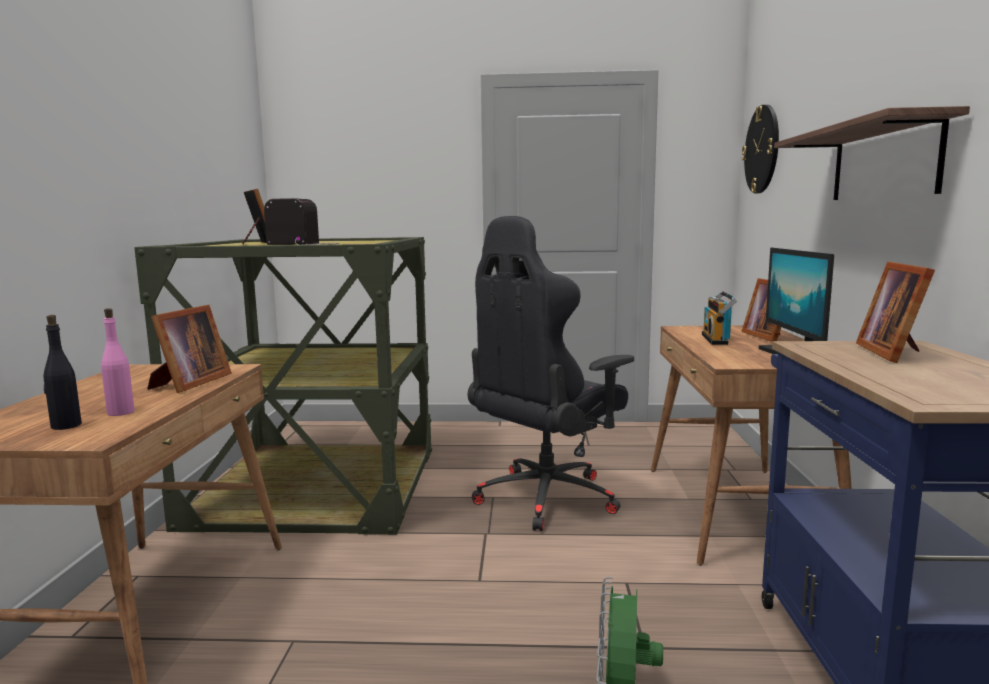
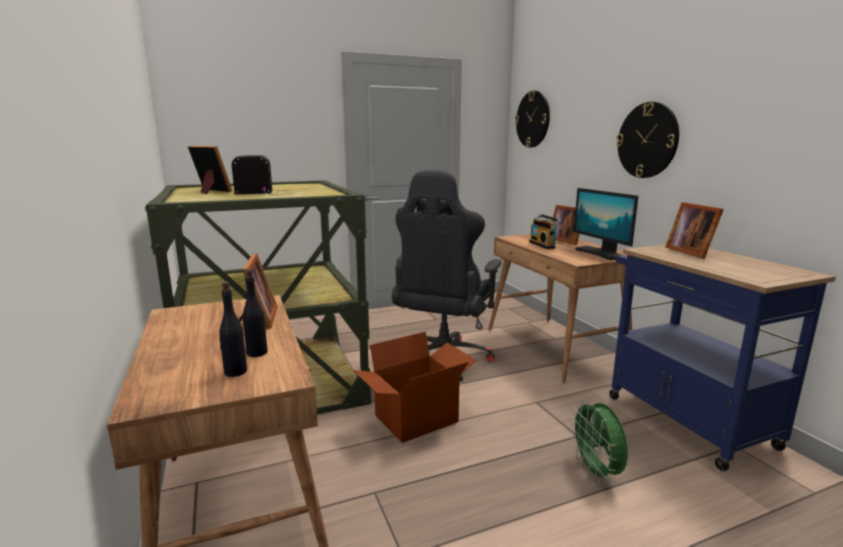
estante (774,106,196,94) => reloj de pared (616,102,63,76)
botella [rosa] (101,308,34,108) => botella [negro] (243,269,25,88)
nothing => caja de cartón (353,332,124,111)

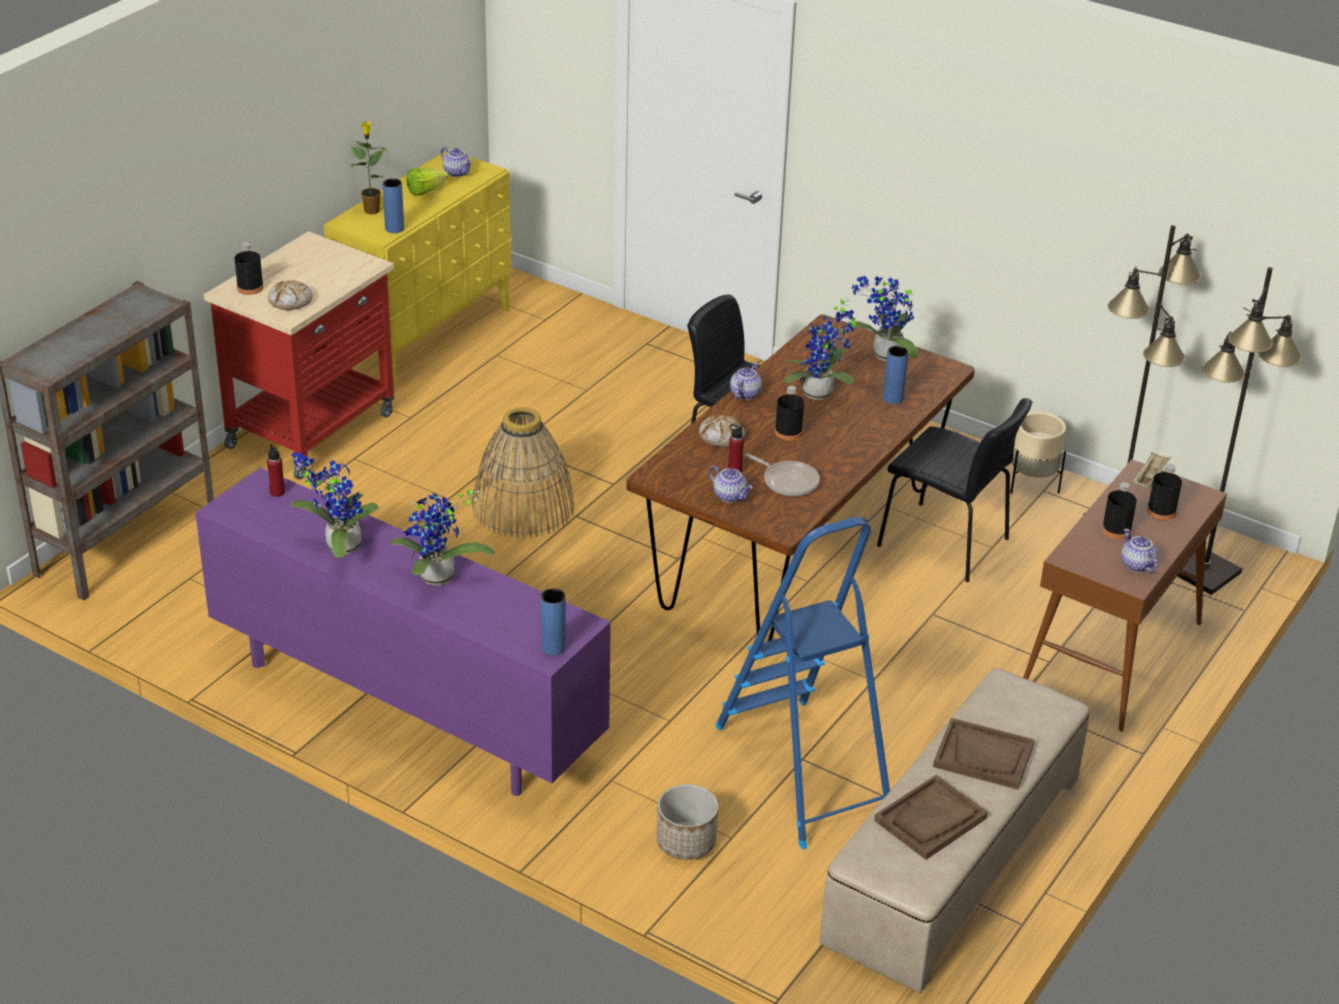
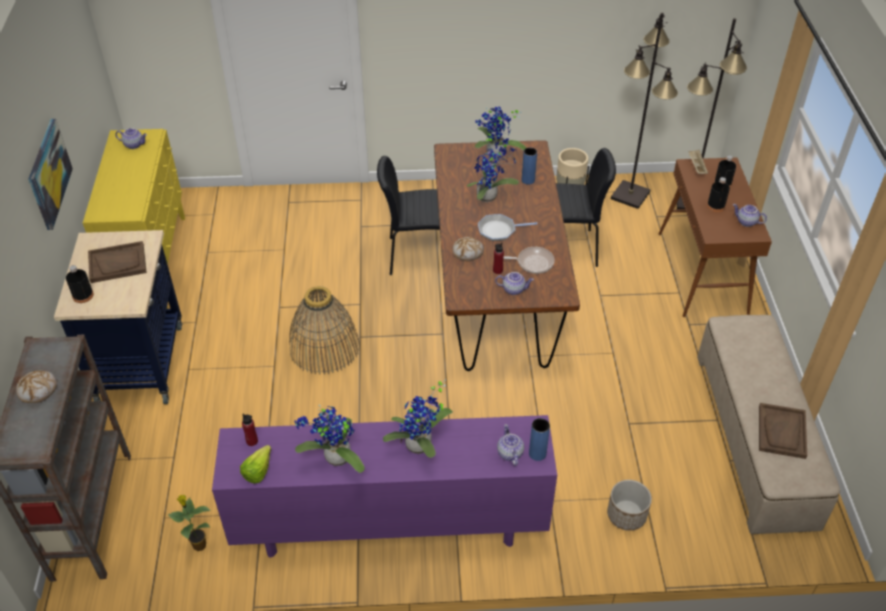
planta en maceta (350,122,38,93) => planta en maceta (168,495,43,56), moved
lechuga (407,168,41,28) => lechuga (240,445,31,39), moved
florero [azul] (383,178,21,55) => nothing
carrito [rojo] (204,231,190,249) => carrito [azul] (54,230,128,174)
pan (268,280,44,30) => pan (16,371,41,32), moved
tetera (730,362,32,38) => tetera (497,424,27,42), moved
botella [negro] (775,386,29,55) => sartén (478,214,59,27)
escalera de tijera [azul] (716,517,174,332) => nothing
bandeja [marrón] (933,718,102,72) => bandeja [marrón] (88,241,59,42), moved
nothing => cuadro (28,119,45,111)

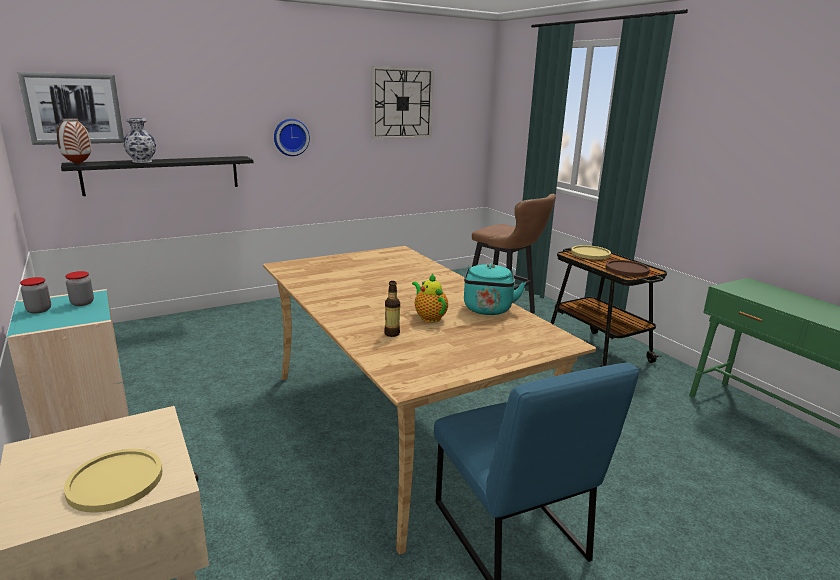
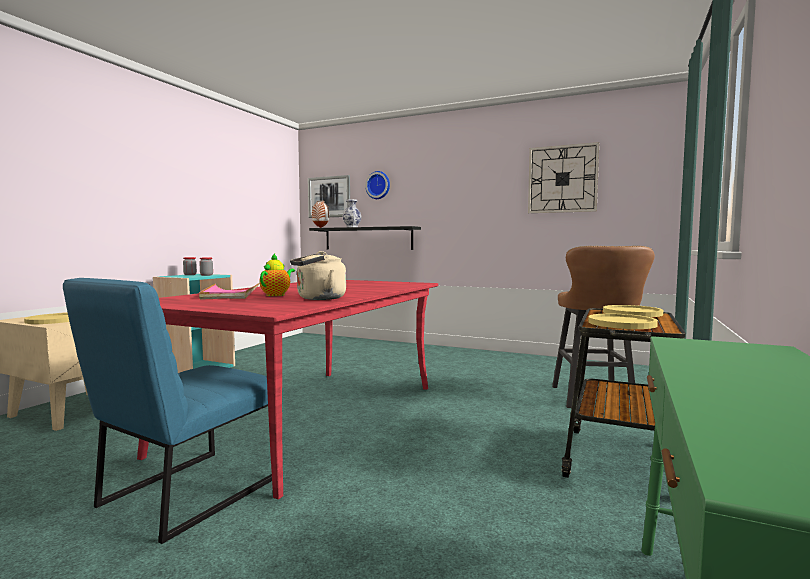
reloj de pared (274,119,36,37) => reloj de pared (365,171,25,28), moved
mesa de comedor [beis] (263,246,333,309) => mesa de comedor [rojo] (137,280,301,220)
plato [marrón] (605,260,45,17) => plato [amarillo] (588,314,70,15)
hervidor [turquesa] (464,263,62,52) => hervidor [beis] (290,251,56,49)
botella (384,281,16,56) => bandeja [rosa] (199,283,60,16)

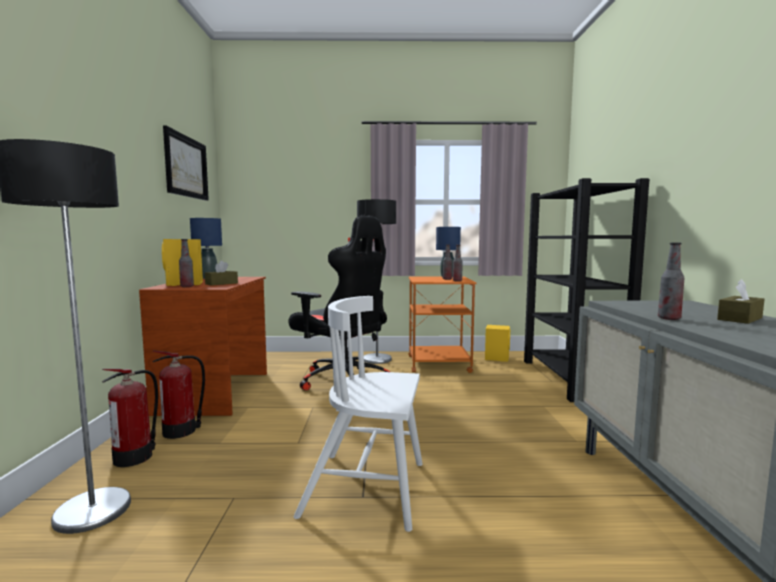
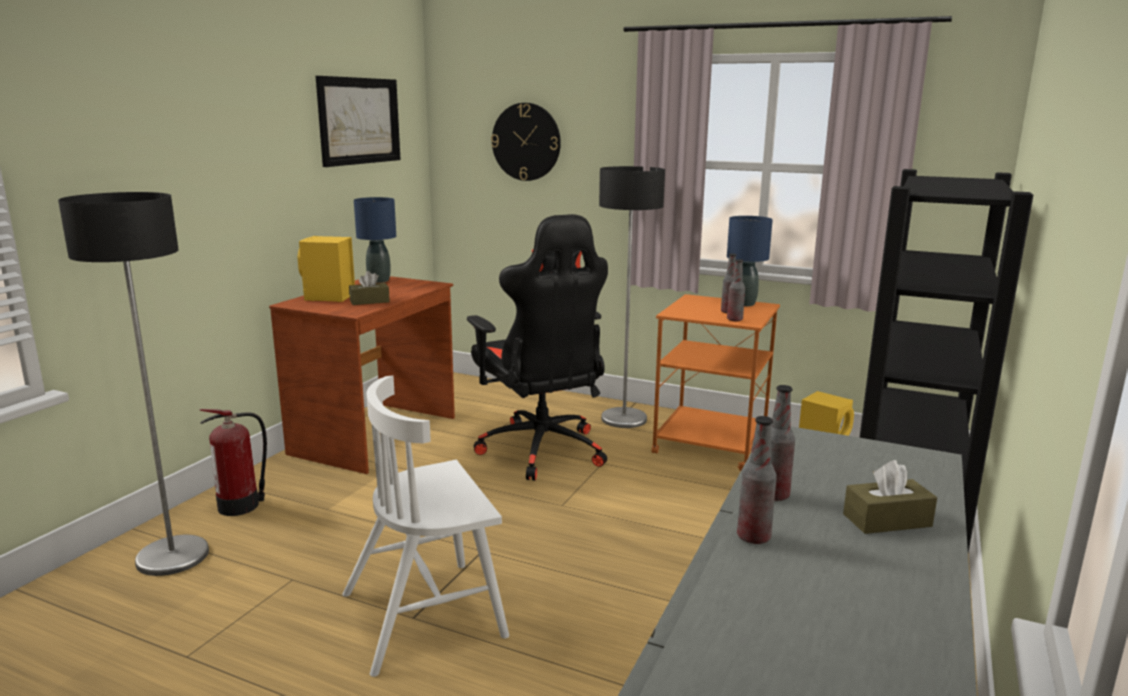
botella (179,239,15,48) => botella (737,416,40,128), moved
silla [blanco] (294,296,129,236) => silla [blanco] (342,376,167,301), 60 degrees counterclockwise
extintor (152,351,53,88) => nothing
nothing => reloj de pared (491,103,70,78)

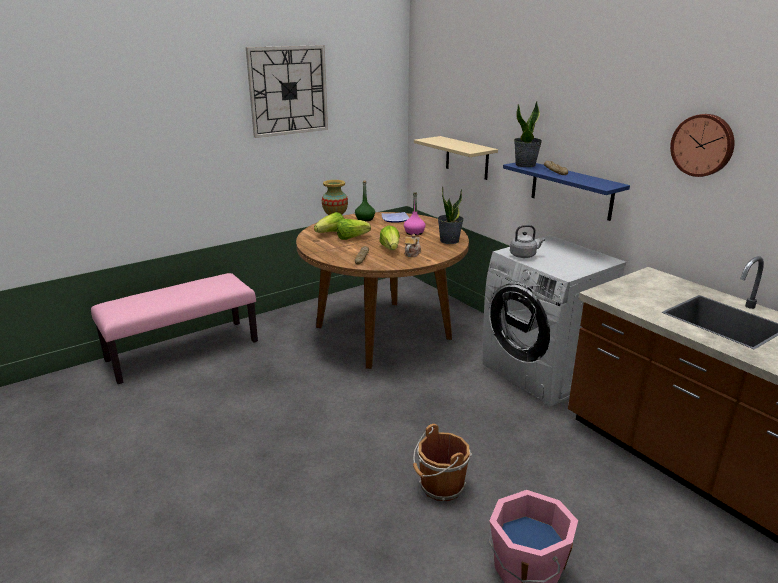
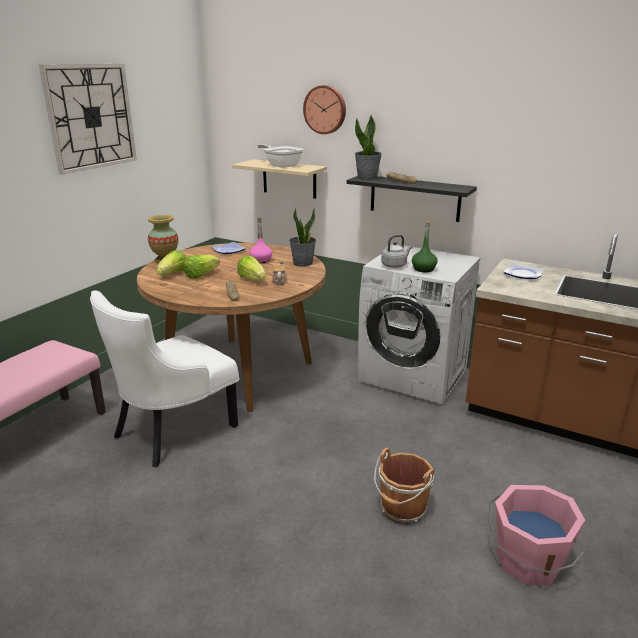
reloj de pared (670,114,65,63) => reloj de pared (303,85,43,49), moved
estante [azul] (503,162,127,59) => estante [negro] (346,176,131,46)
botella [verde] (355,181,20,40) => botella [verde] (412,221,26,51), moved
nothing => sartén (258,144,46,24)
nothing => plato (504,263,39,16)
nothing => silla [blanco] (90,291,150,176)

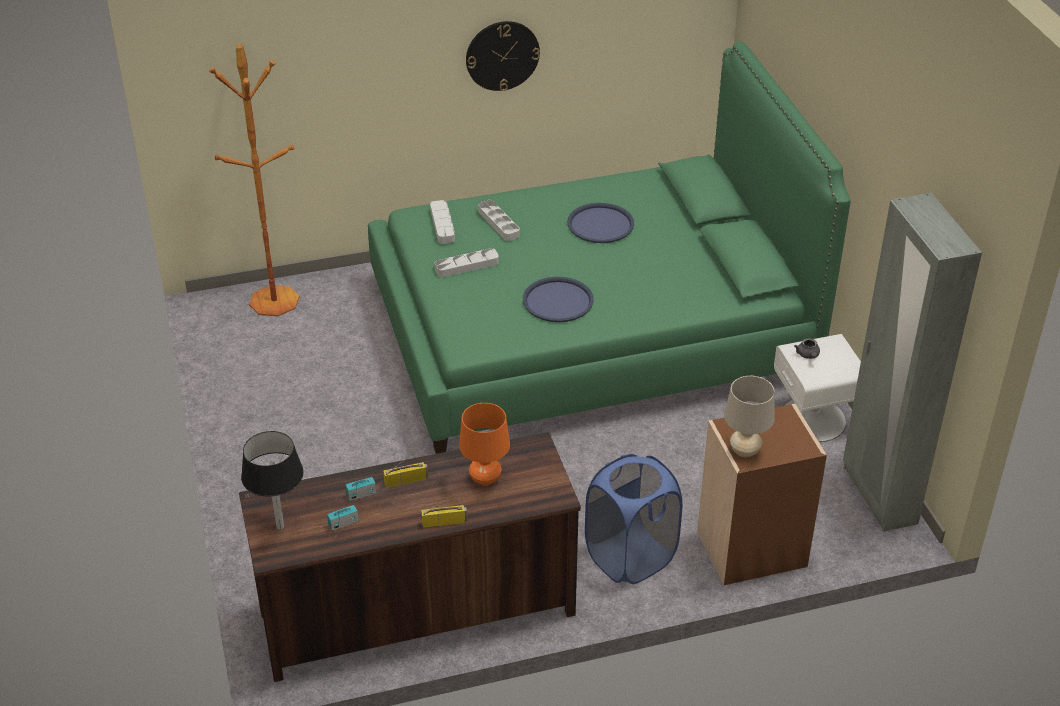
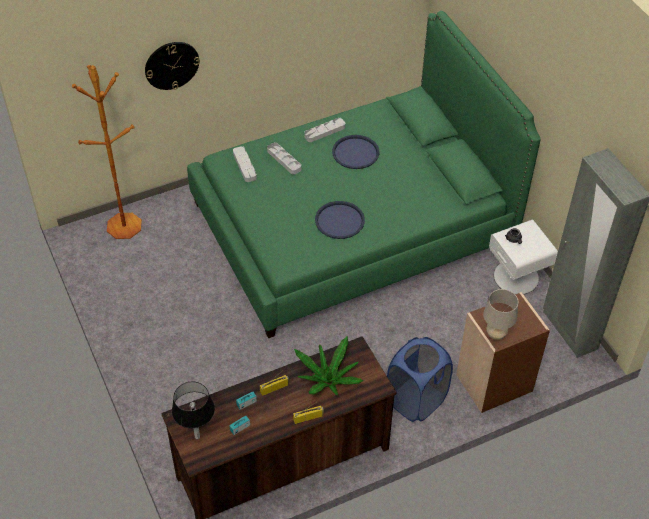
reloj de pared (466,21,74,70) => reloj de pared (145,42,55,48), moved
bandeja [gris] (435,248,64,29) => bandeja [gris] (304,118,41,24), moved
lámpara de mesa [naranja] (459,403,51,83) => planta en maceta (294,336,69,59)

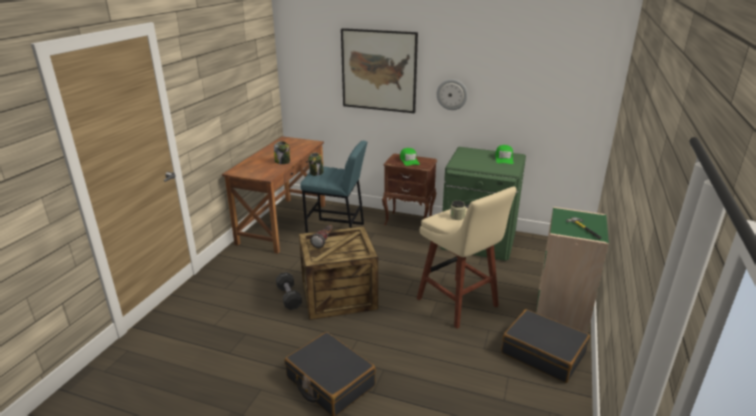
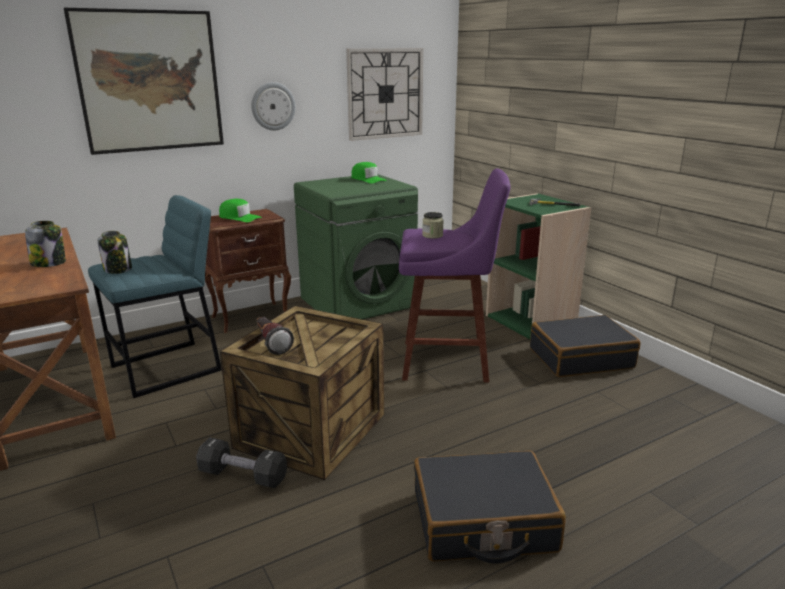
taburete [beis] (417,187,100,142) => taburete [morado] (399,168,112,214)
nothing => reloj de pared (346,49,77,92)

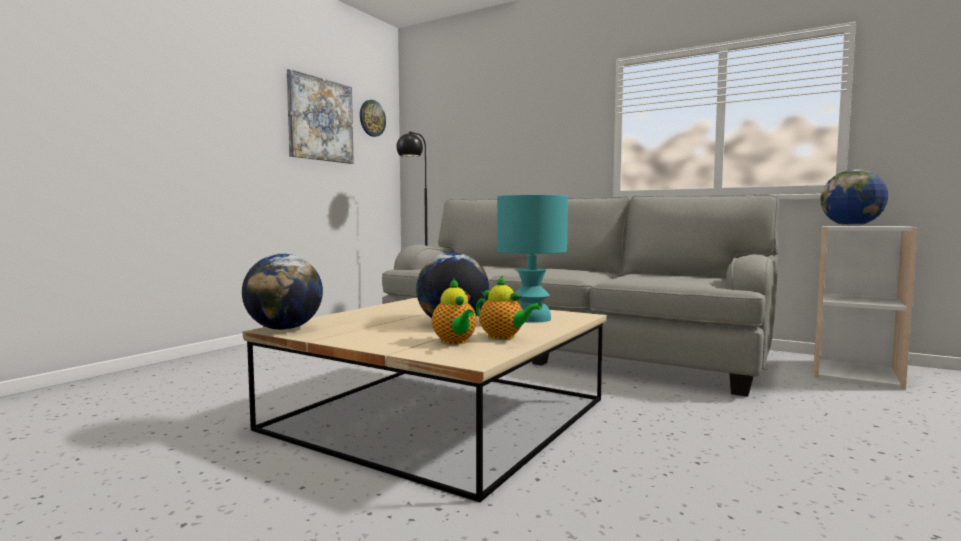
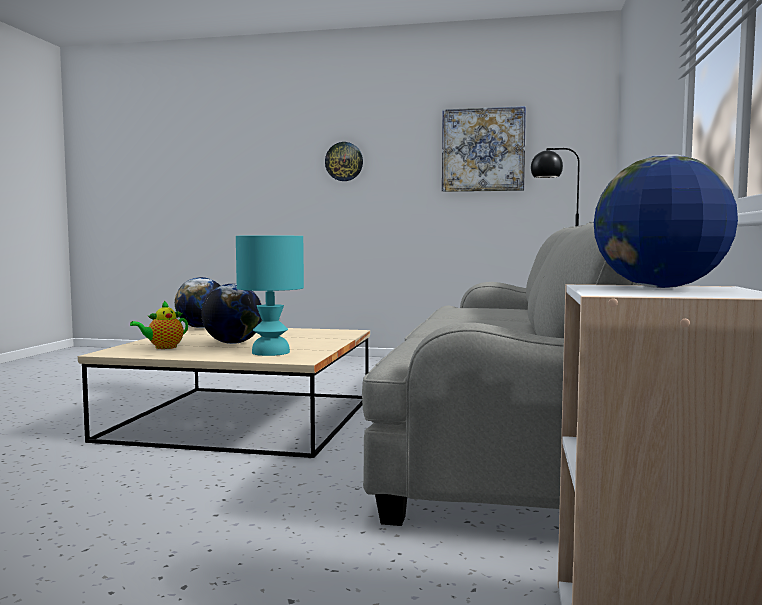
reloj de pared (360,100,26,37) => reloj de pared (325,142,38,39), moved
tetera (476,276,66,64) => nothing

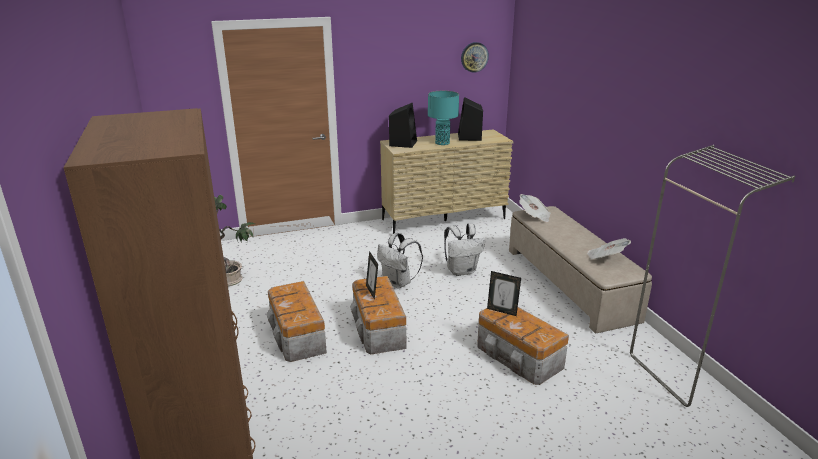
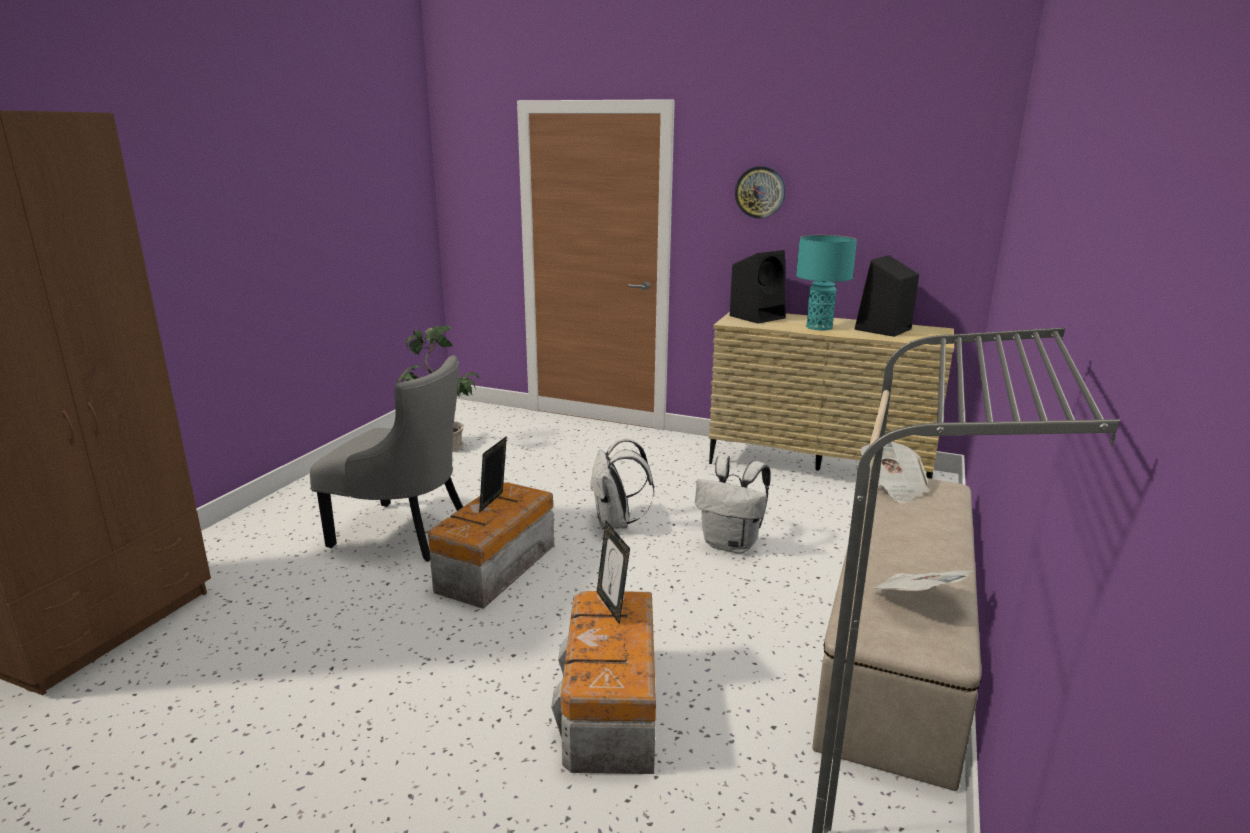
reloj de pared (461,42,28,31) => reloj de pared (735,166,50,53), moved
caja de almacenaje (267,281,60,81) => silla [gris] (310,355,153,207)

